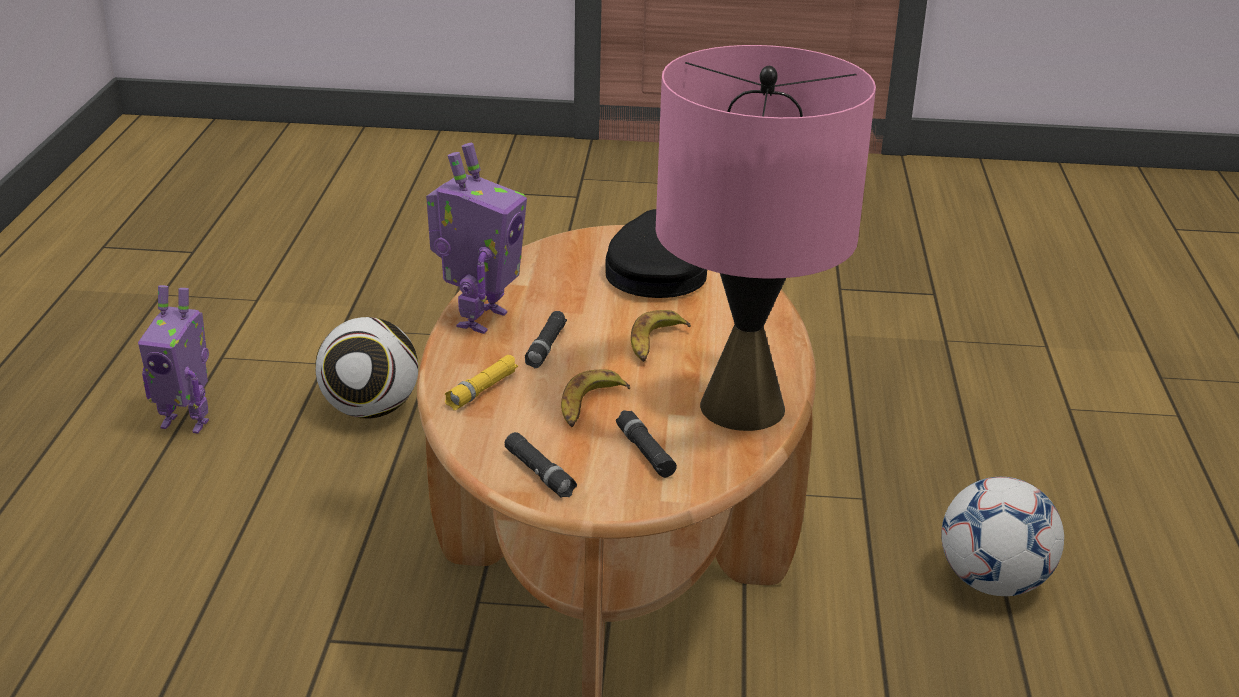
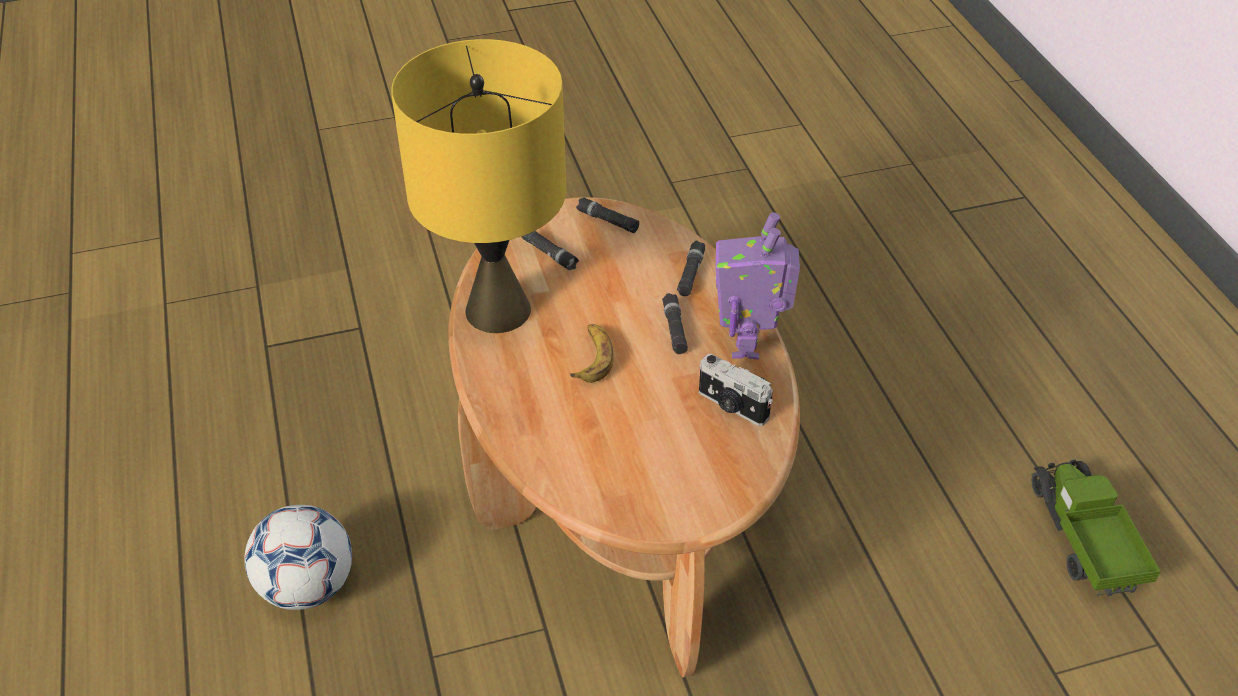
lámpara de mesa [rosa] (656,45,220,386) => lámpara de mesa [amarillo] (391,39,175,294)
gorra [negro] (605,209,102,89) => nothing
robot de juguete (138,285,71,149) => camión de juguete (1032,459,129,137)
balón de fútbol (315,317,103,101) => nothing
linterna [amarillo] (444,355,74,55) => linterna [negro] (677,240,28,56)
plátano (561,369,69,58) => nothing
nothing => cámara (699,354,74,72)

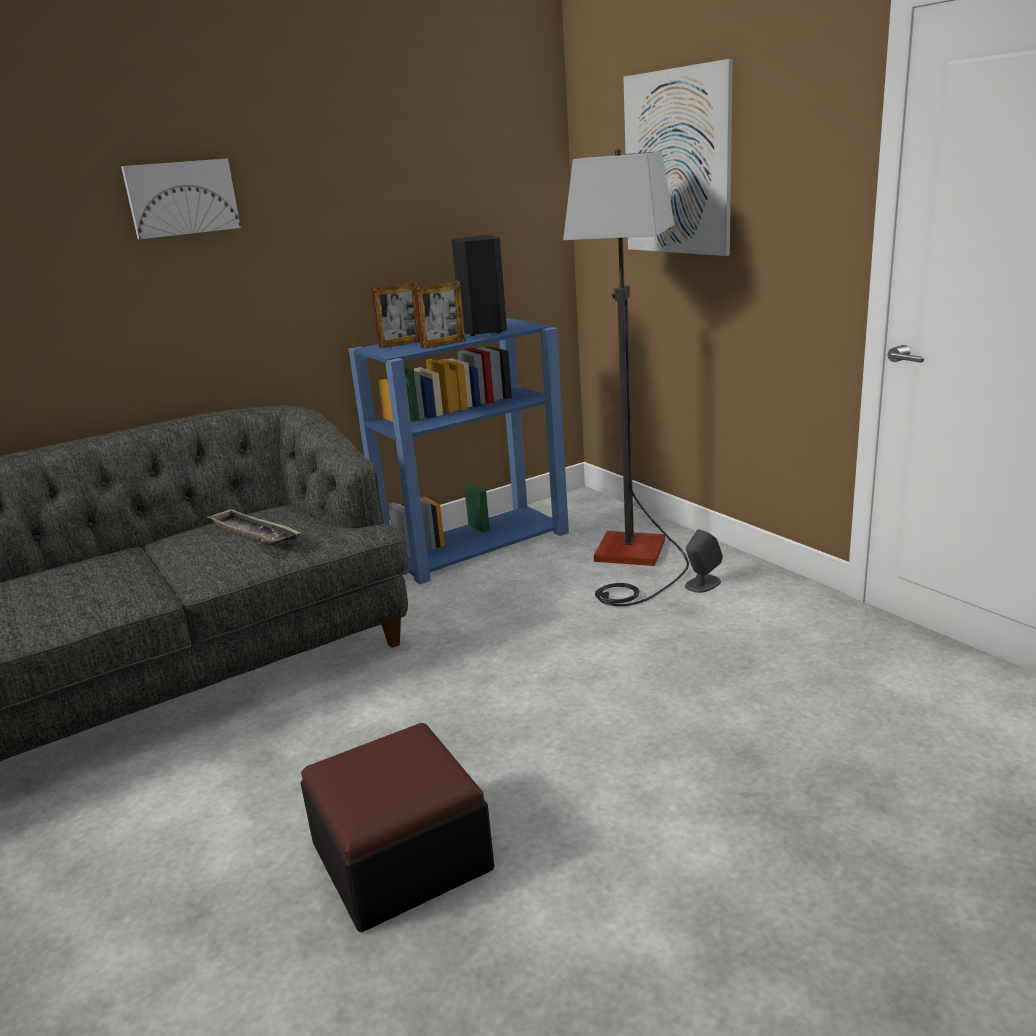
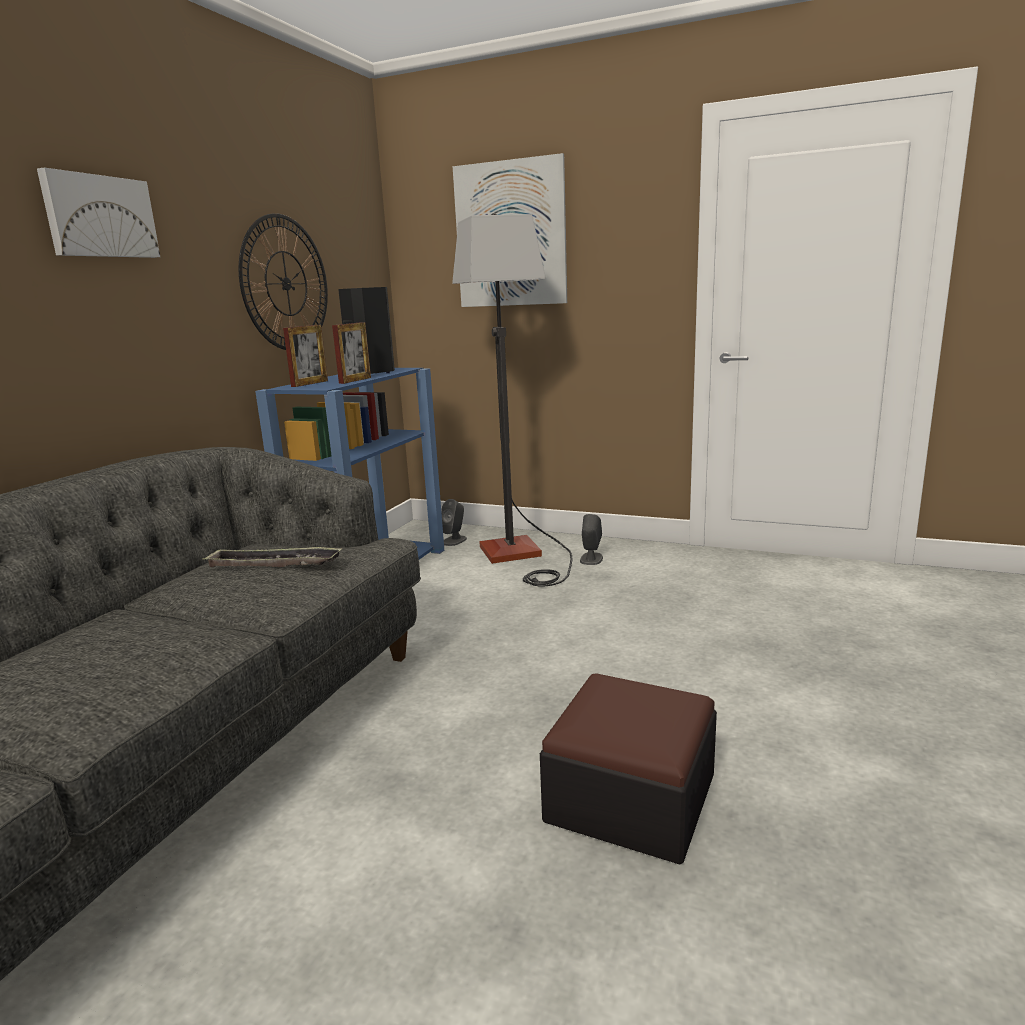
nothing => reloj de pared (239,213,89,137)
nothing => altavoz [gris] (441,499,26,47)

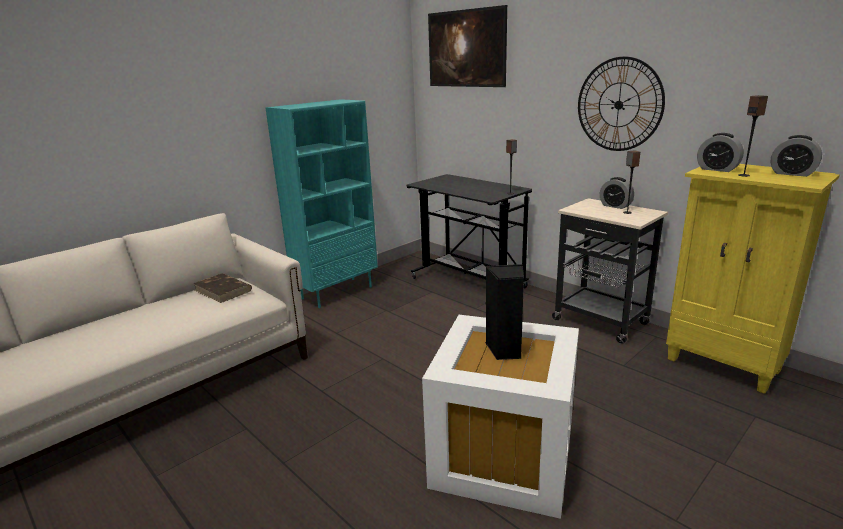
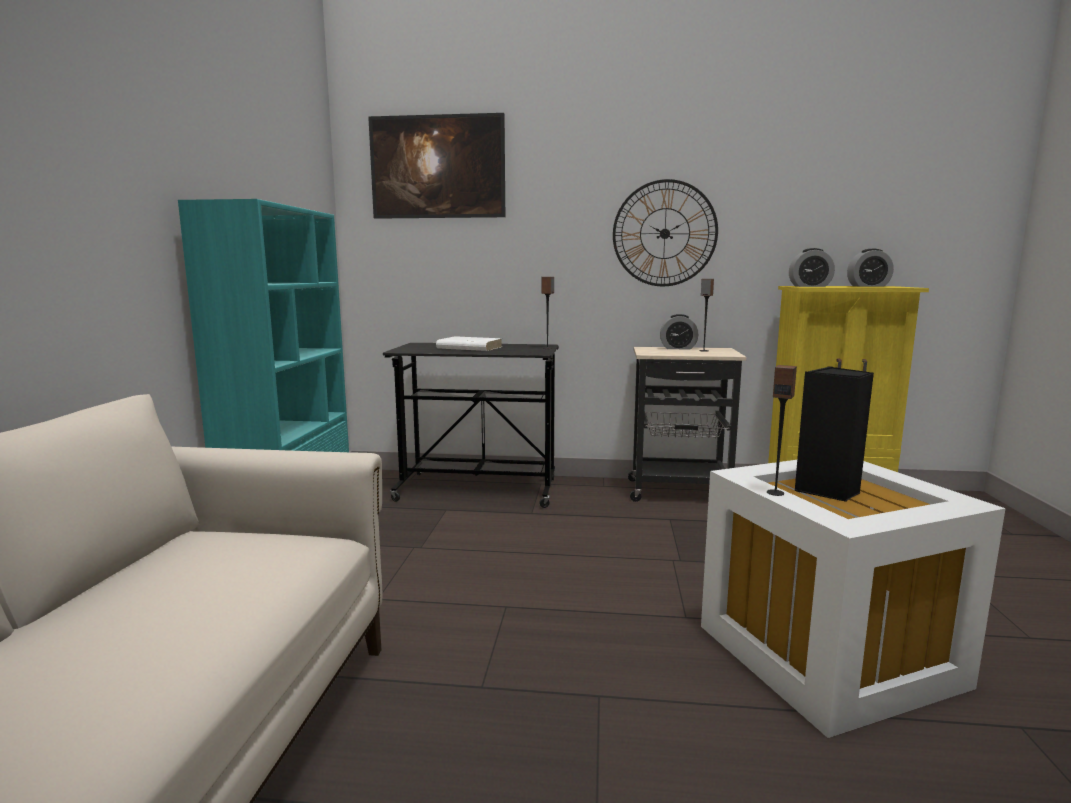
altavoz (739,95,29,82) => altavoz (767,365,30,131), moved
libro [marrón] (193,273,59,30) => nothing
nothing => libro [blanco] (436,336,66,15)

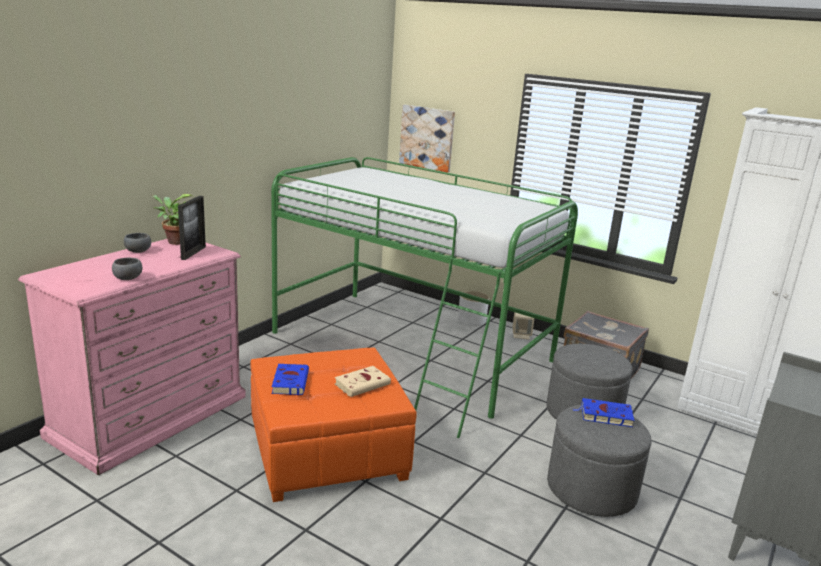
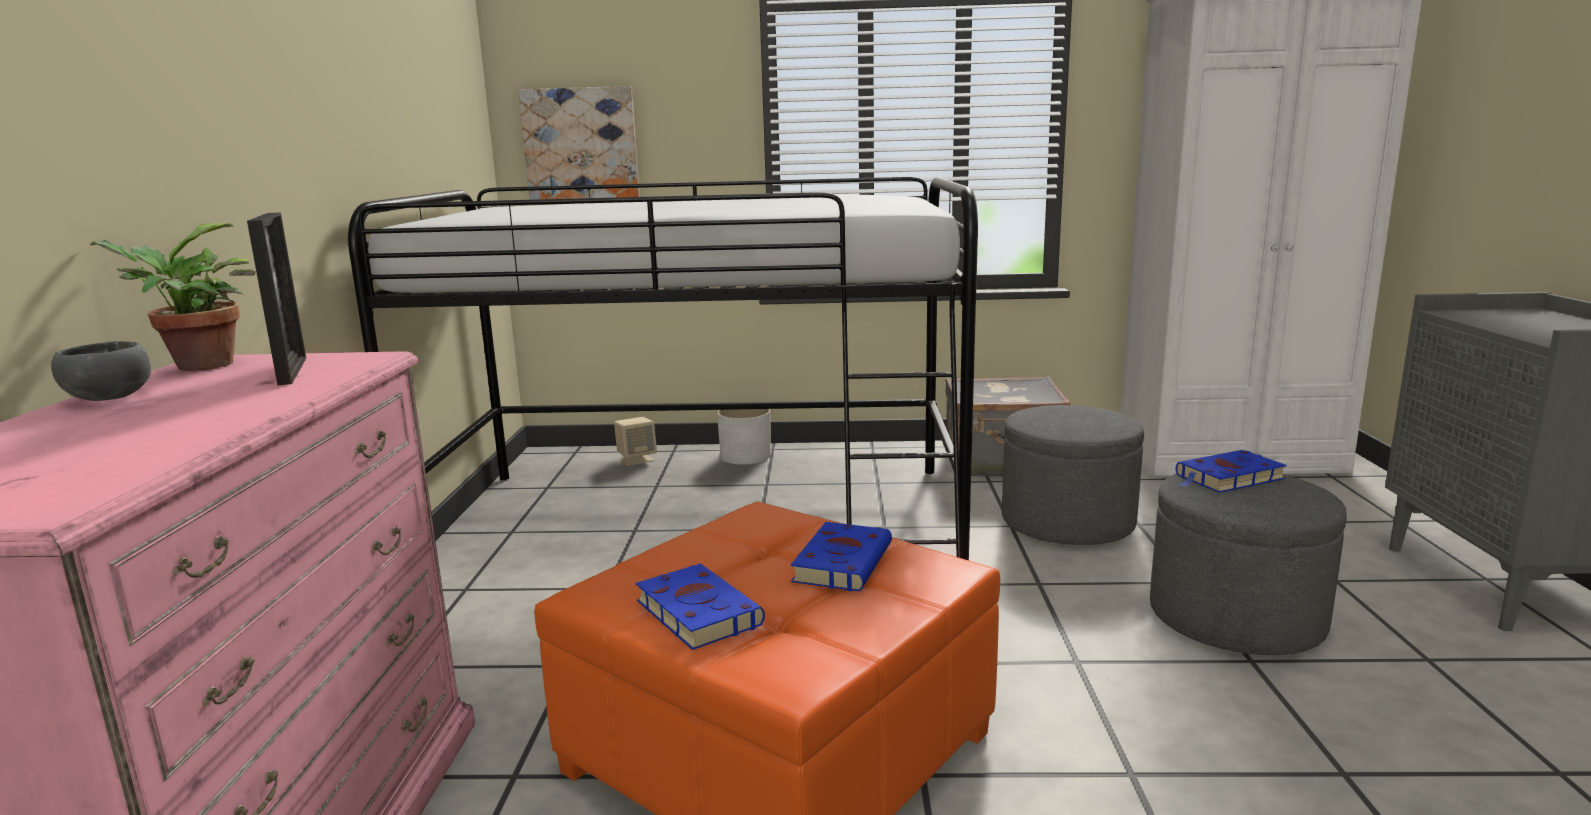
cama [verde] (271,157,307,281) => cama [negro] (348,177,630,383)
cuenco [gris] (112,257,30,23) => nothing
altavoz [beis] (513,312,21,27) => altavoz [beis] (614,417,43,49), moved
libro [beis] (335,366,56,31) => libro [azul] (791,522,101,69)

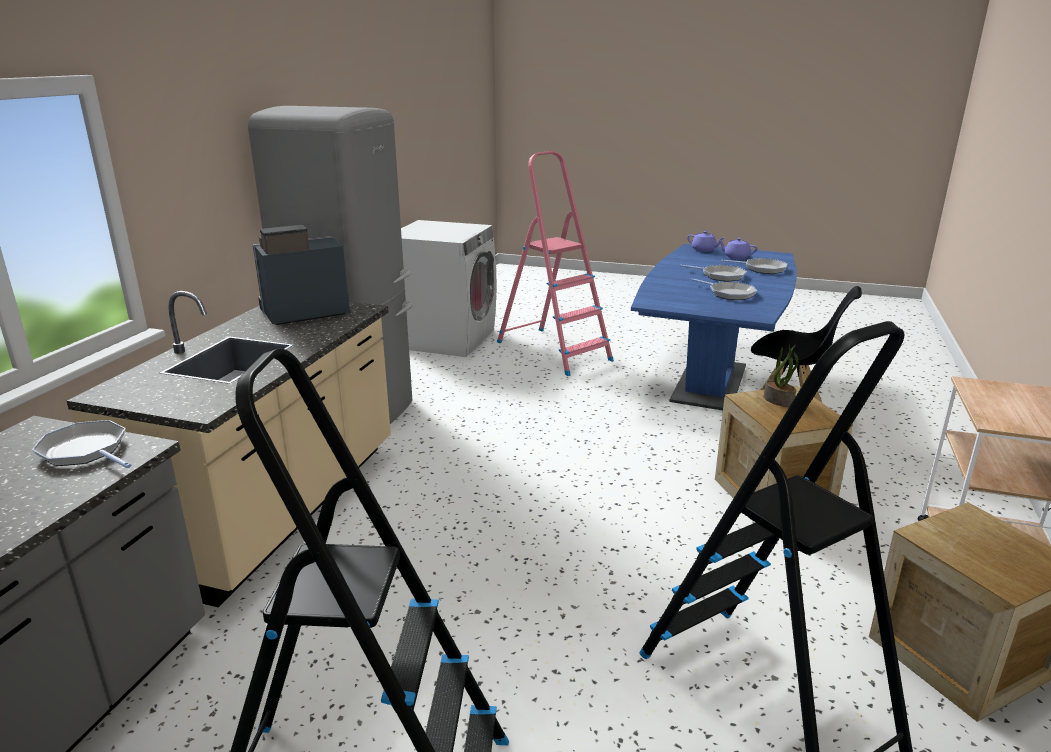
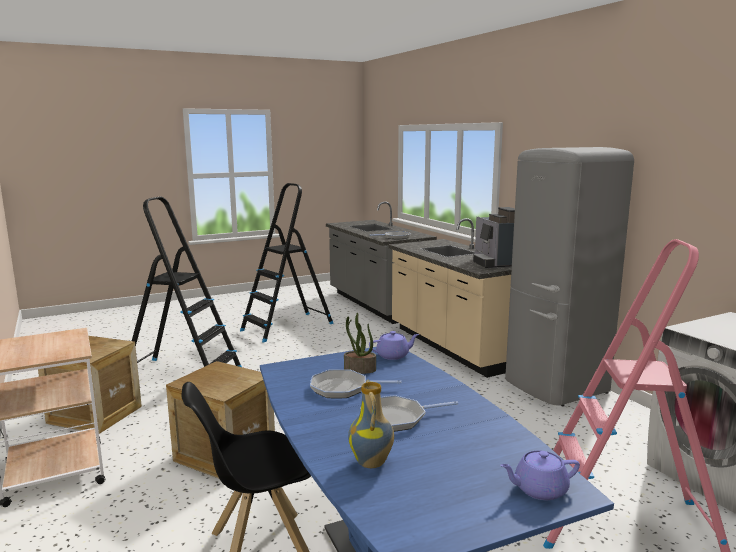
cafetera (253,225,97,100) => cafetera (473,207,42,61), 150 degrees clockwise
tetera [morado] (718,238,40,21) => tetera [morado] (369,331,50,29), moved
sartén (721,258,66,16) => florero (348,380,46,88)
planta en maceta (763,345,36,62) => planta en maceta (344,313,32,61), moved

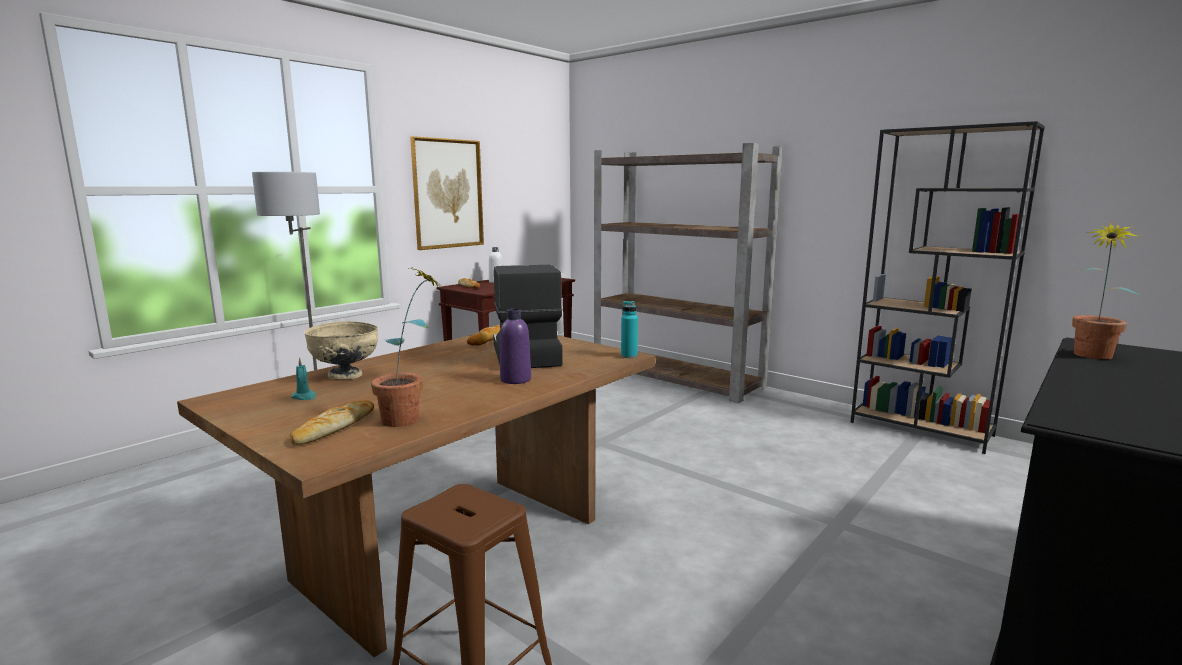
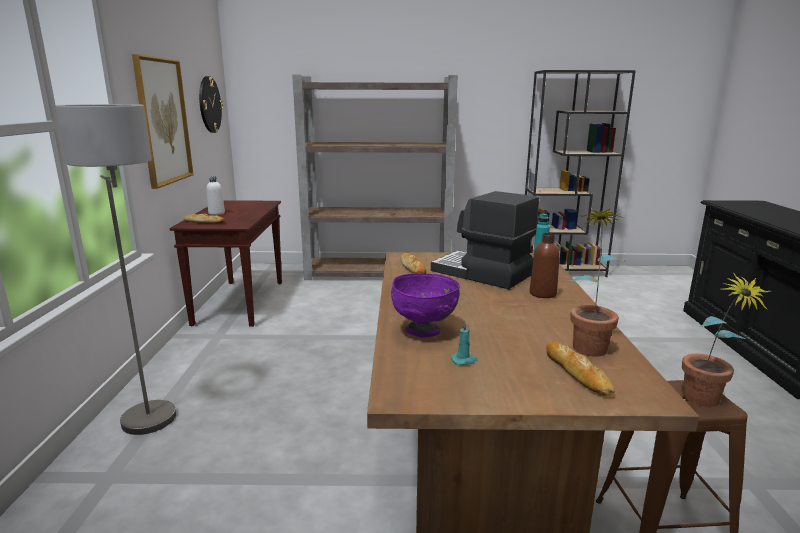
planta en maceta (1072,222,71,137) => planta en maceta (682,273,88,134), moved
botella [morado] (500,308,31,76) => botella [marrón] (530,233,30,65)
cuenco [beis] (304,321,74,58) => cuenco [morado] (391,273,69,64)
nothing => reloj de pared (199,76,24,57)

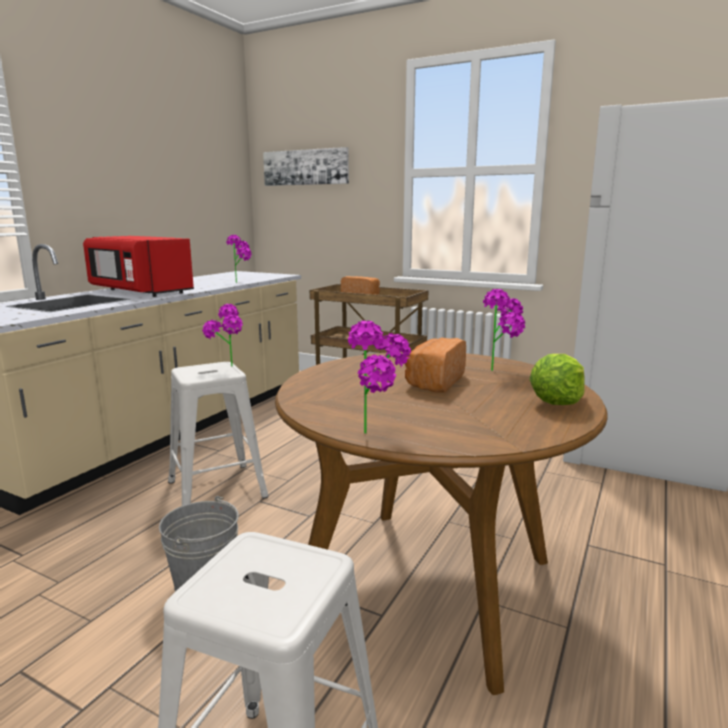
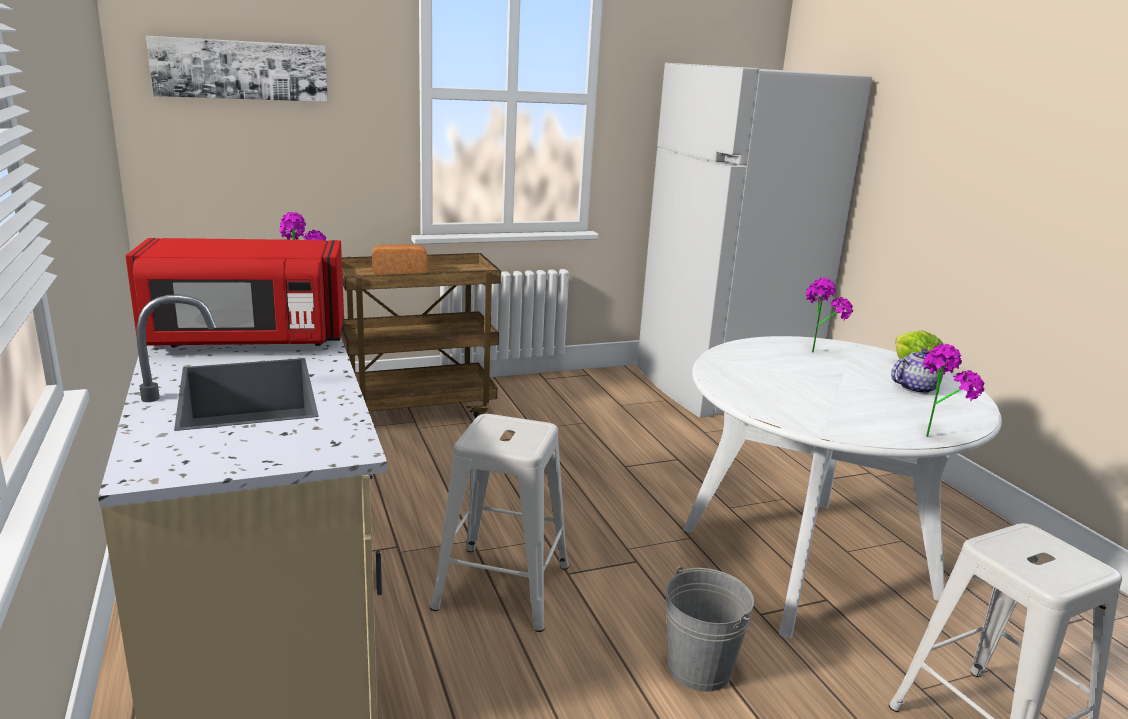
planta en maceta (202,304,41,63) => nothing
pan (405,338,61,55) => nothing
mesa de comedor [marrón] (275,352,333,343) => mesa de comedor [blanco] (683,336,319,302)
nothing => tetera (891,349,52,45)

